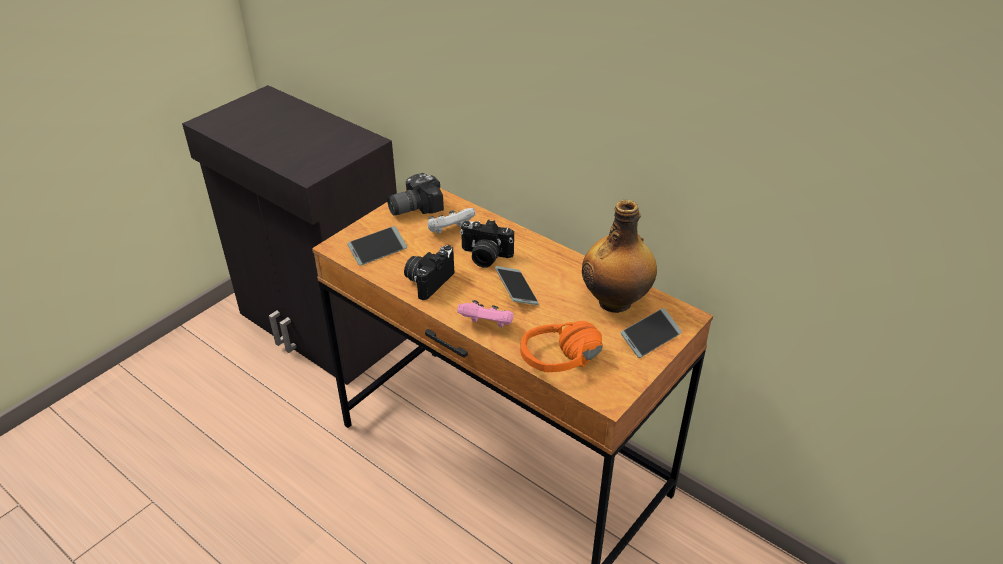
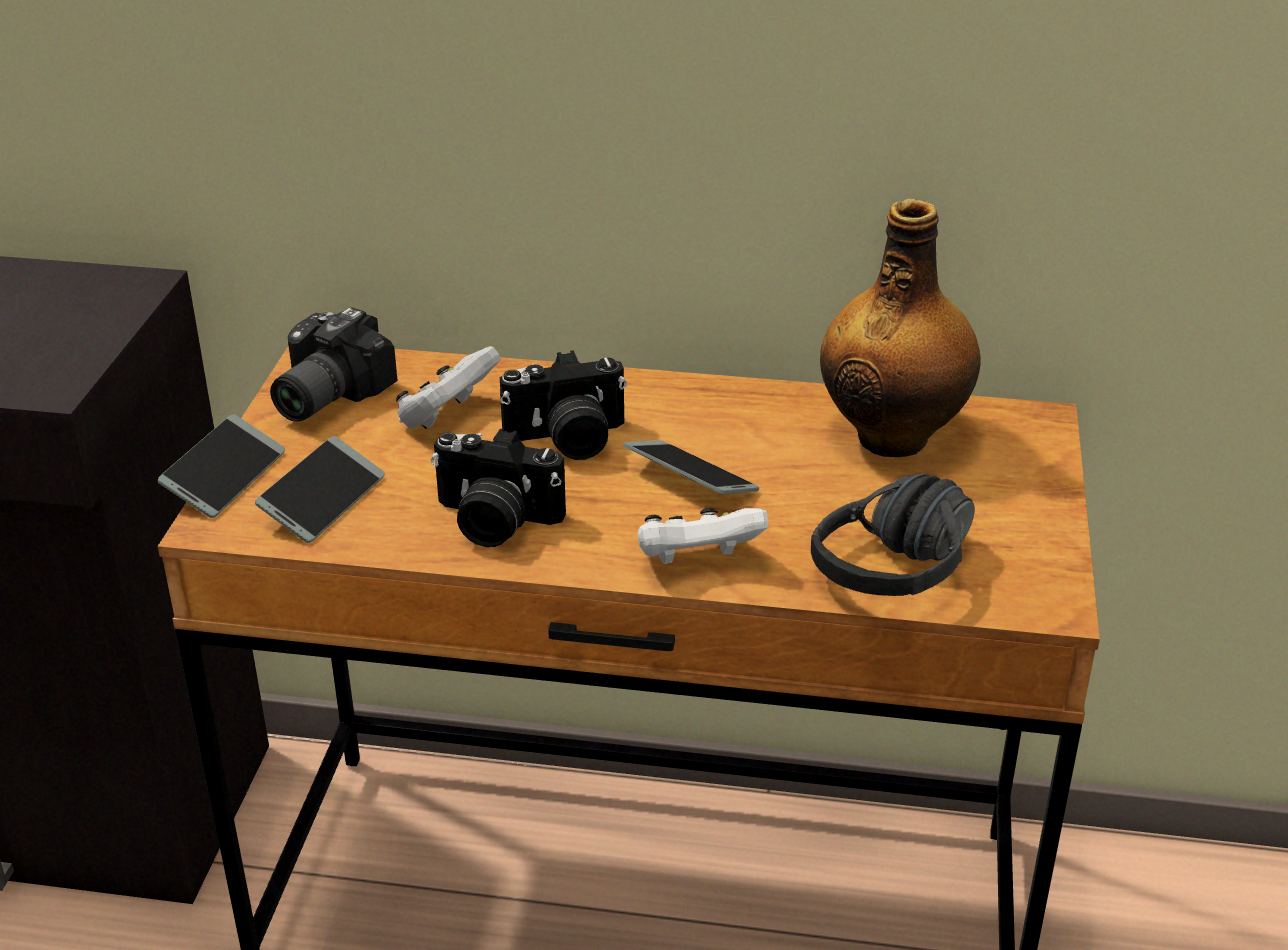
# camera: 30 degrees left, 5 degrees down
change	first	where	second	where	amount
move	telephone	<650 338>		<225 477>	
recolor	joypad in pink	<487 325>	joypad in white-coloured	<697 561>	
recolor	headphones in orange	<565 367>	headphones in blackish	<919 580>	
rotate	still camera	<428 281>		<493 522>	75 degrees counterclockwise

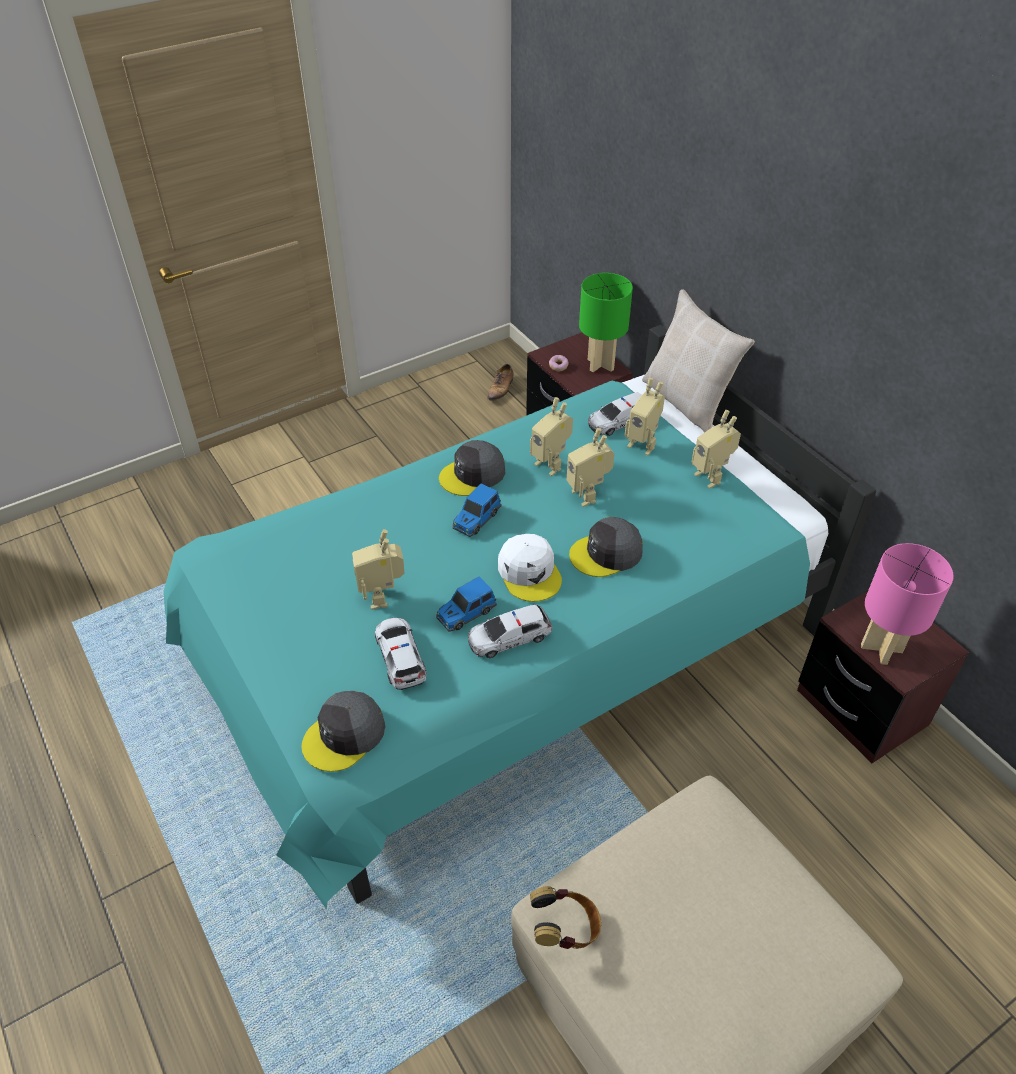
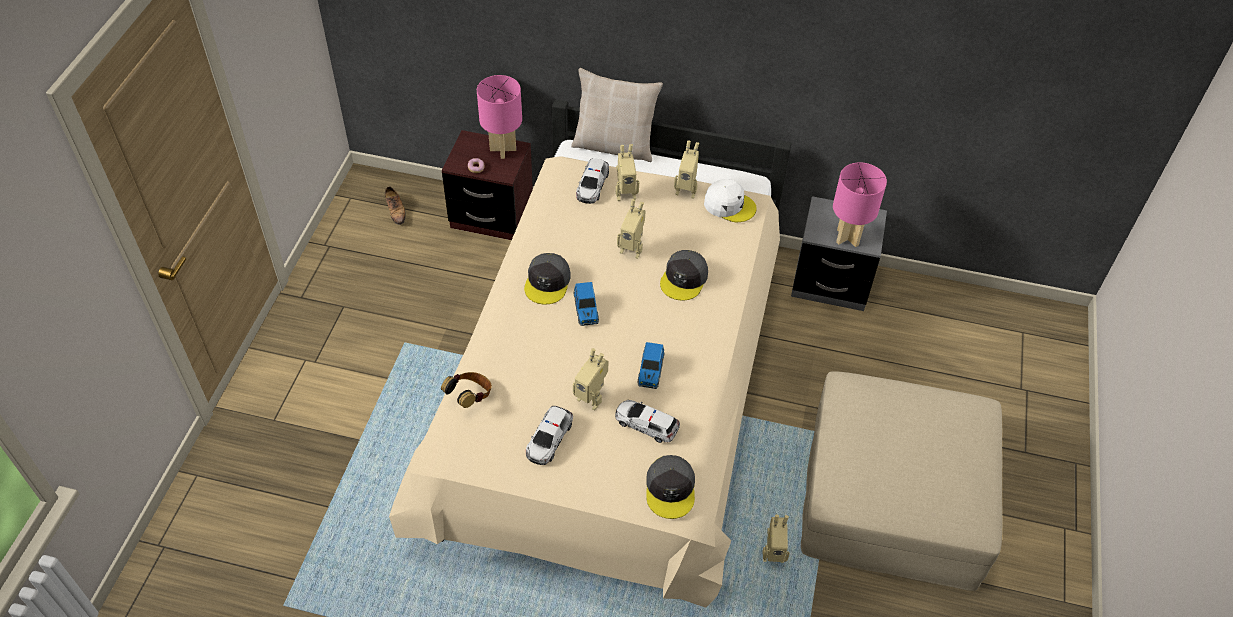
# camera: 45 degrees left, 5 degrees up
change	first	where	second	where	amount
move	model car	<509 637>		<549 439>	
move	baseball cap in white-coloured	<529 573>		<729 205>	
move	robot figure	<551 464>		<773 554>	
move	headphones	<565 928>		<470 397>	
recolor	bed in blue-green	<507 653>	bed in beige	<612 394>	
recolor	tabletop lamp in greenish	<599 364>	tabletop lamp in pink	<502 149>	
recolor	night table in brown-coloured	<861 708>	night table in grey	<830 283>	

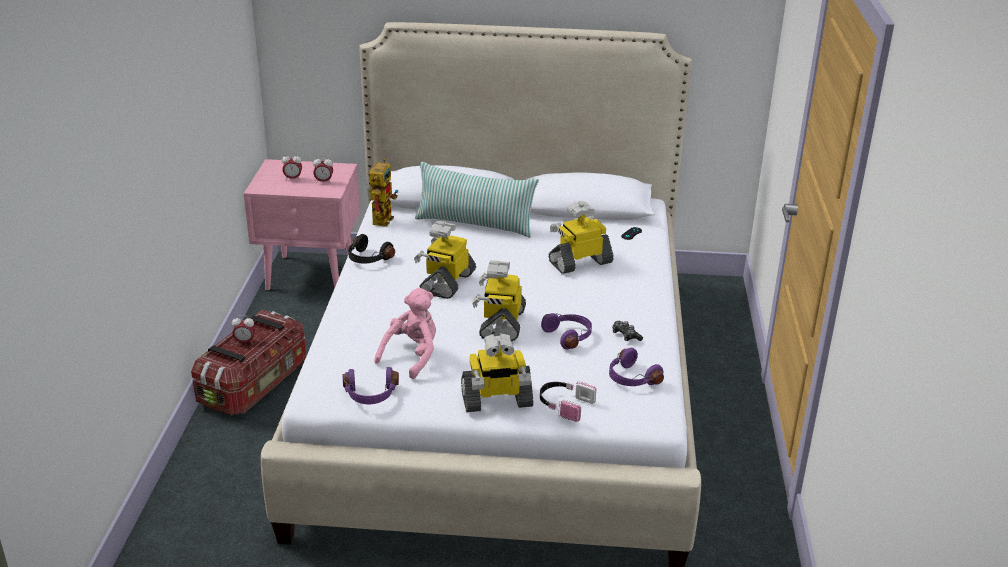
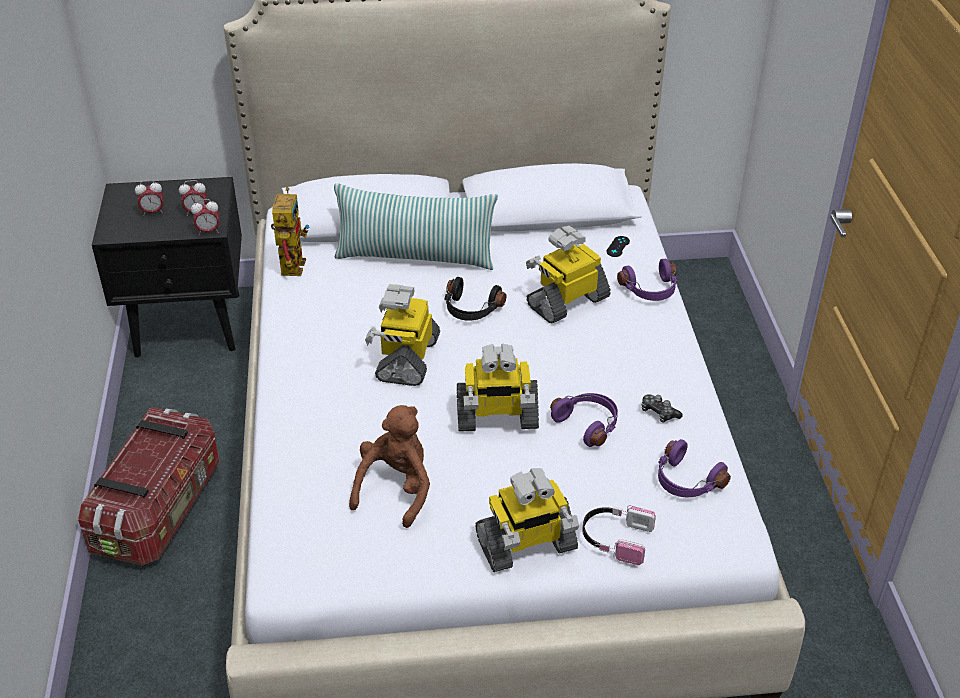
# camera: 10 degrees left, 10 degrees up
change	first	where	second	where	amount
move	bedside clock	<245 342>		<208 231>	
move	headphones in purple-coloured	<371 395>		<650 290>	
move	headphones in blackish	<368 259>		<471 310>	
recolor	night table in pink	<311 274>	night table in blackish	<190 325>	
recolor	plush toy in pink	<412 356>	plush toy in brown-coloured	<396 489>	
rotate	robot figure	<501 324>		<496 417>	90 degrees counterclockwise

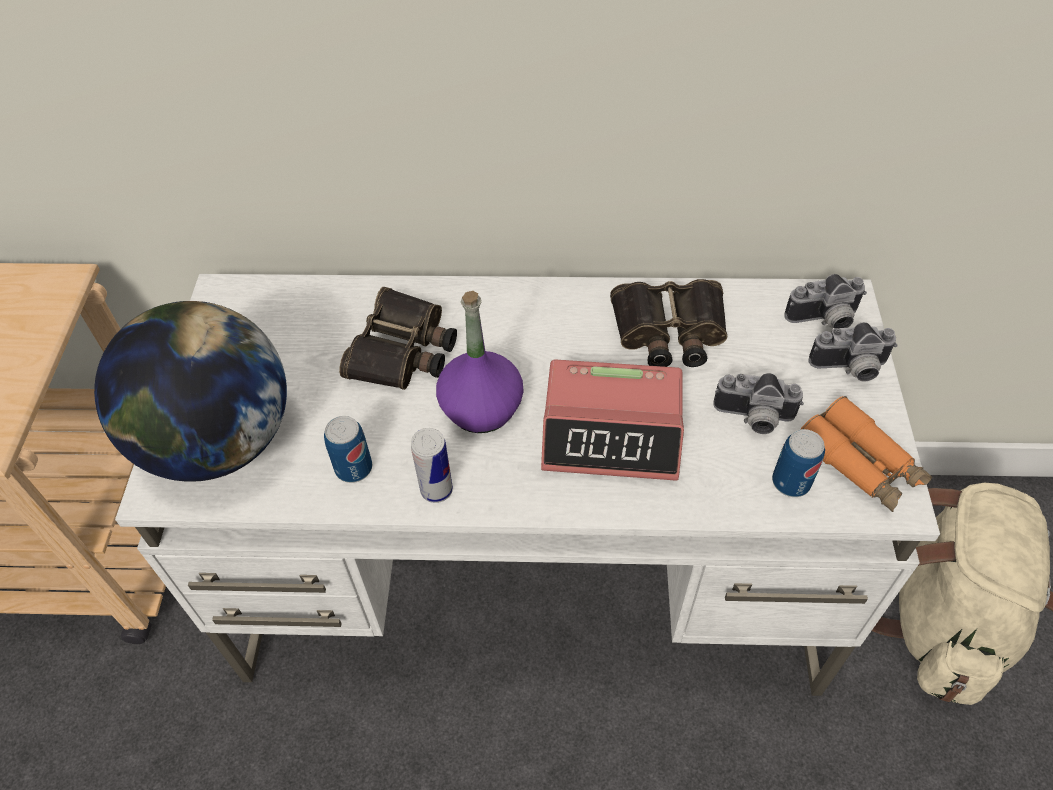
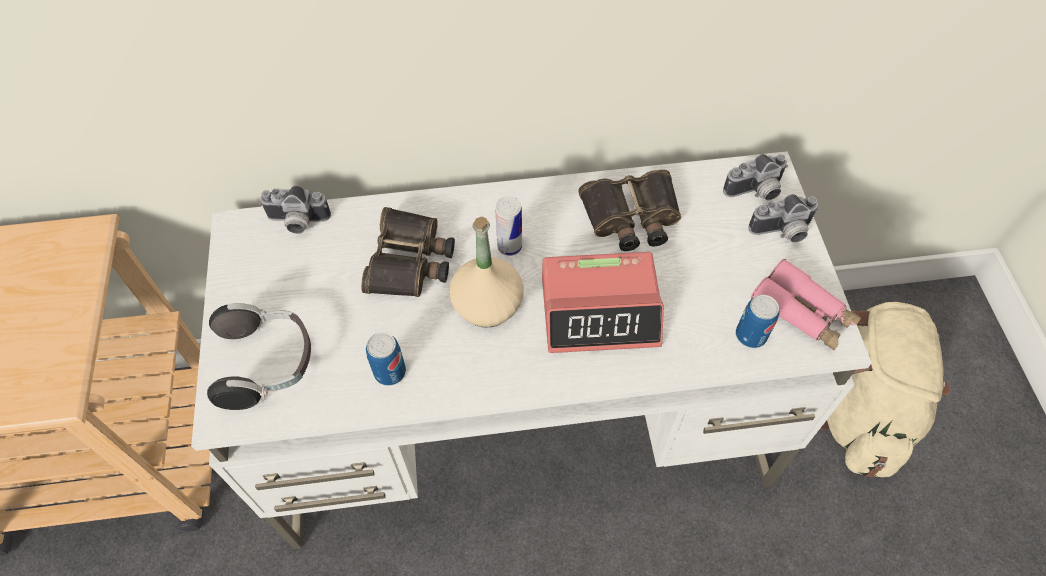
# camera: 10 degrees left, 5 degrees up
change	first	where	second	where	amount
move	can	<436 490>		<509 246>	
move	still camera	<753 419>		<297 223>	
replace	world globe	<219 442>	headphones	<267 364>	
recolor	drink bottle in purple-coloured	<481 408>	drink bottle in beige	<487 304>	
recolor	pair of binoculars in orange	<860 464>	pair of binoculars in pink	<802 312>	

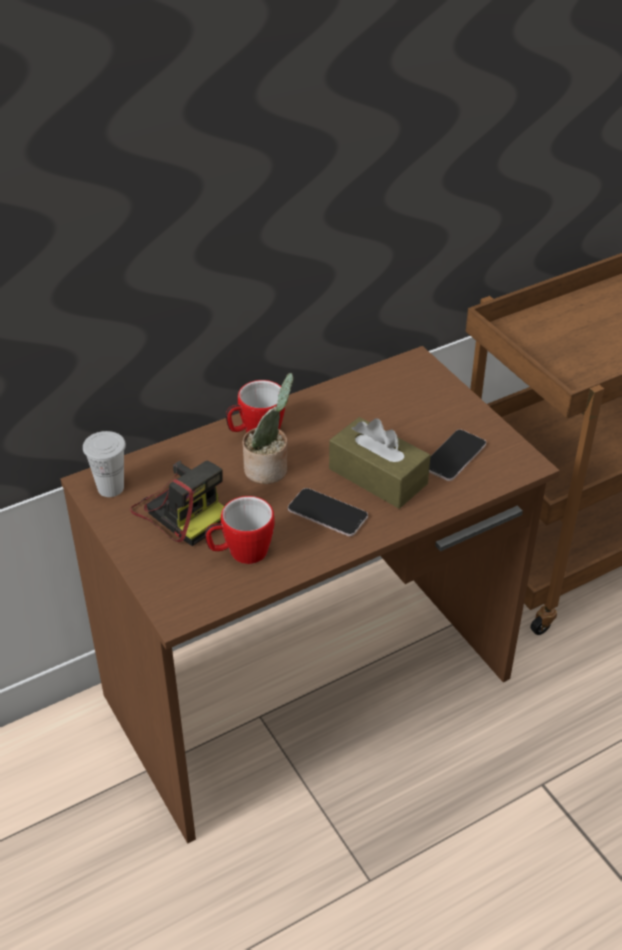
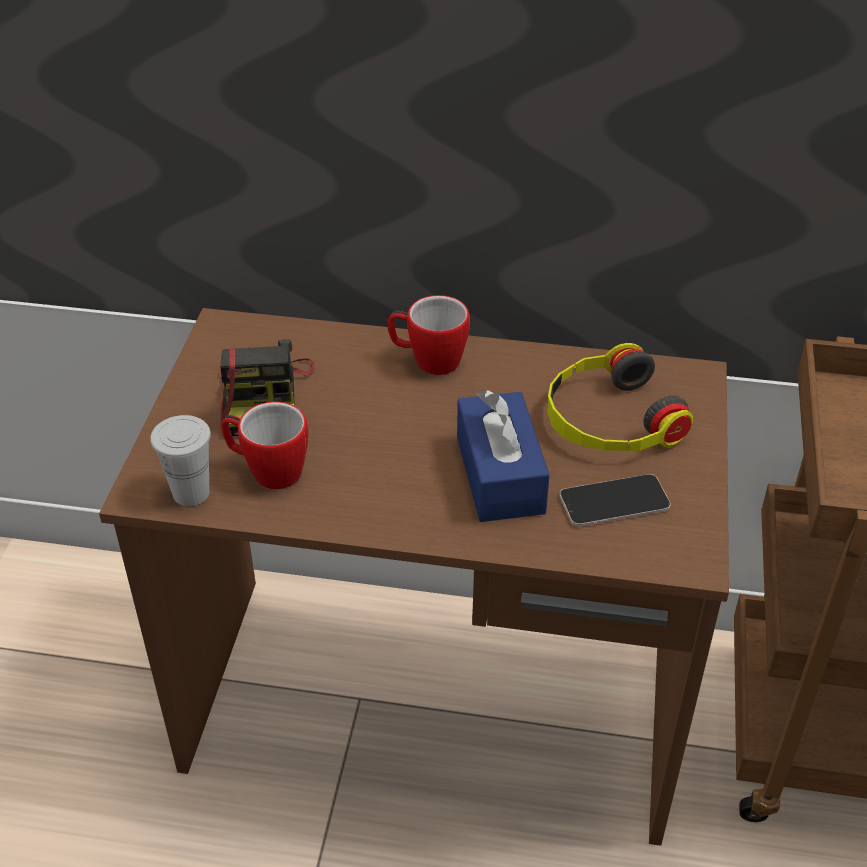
# camera: 40 degrees right, 0 degrees up
change	first	where	second	where	amount
delete	houseplant	<269 469>			
delete	telephone	<327 513>			
insert			headphones	<610 419>	
move	small cup in white-coloured	<110 488>		<191 493>	
recolor	box of tissues in brown-coloured	<378 476>	box of tissues in blue	<500 474>	

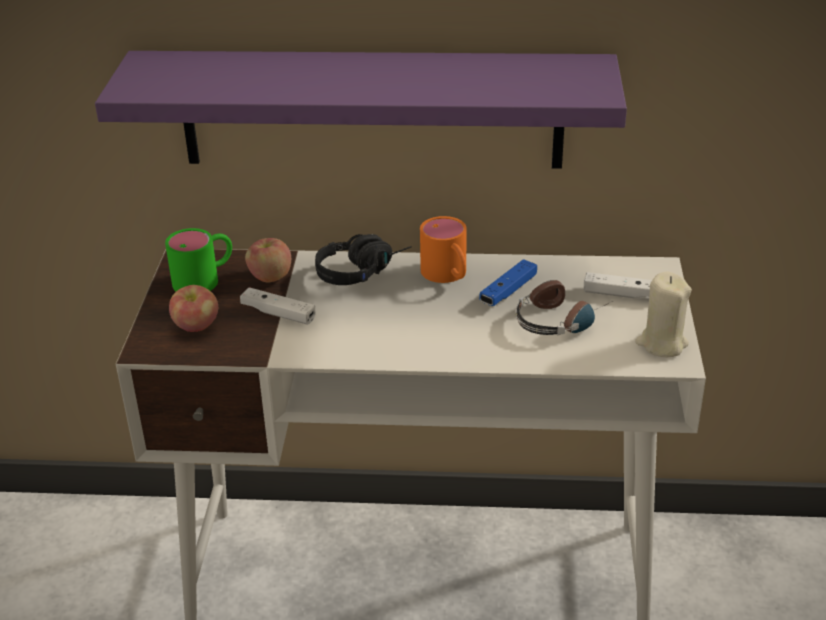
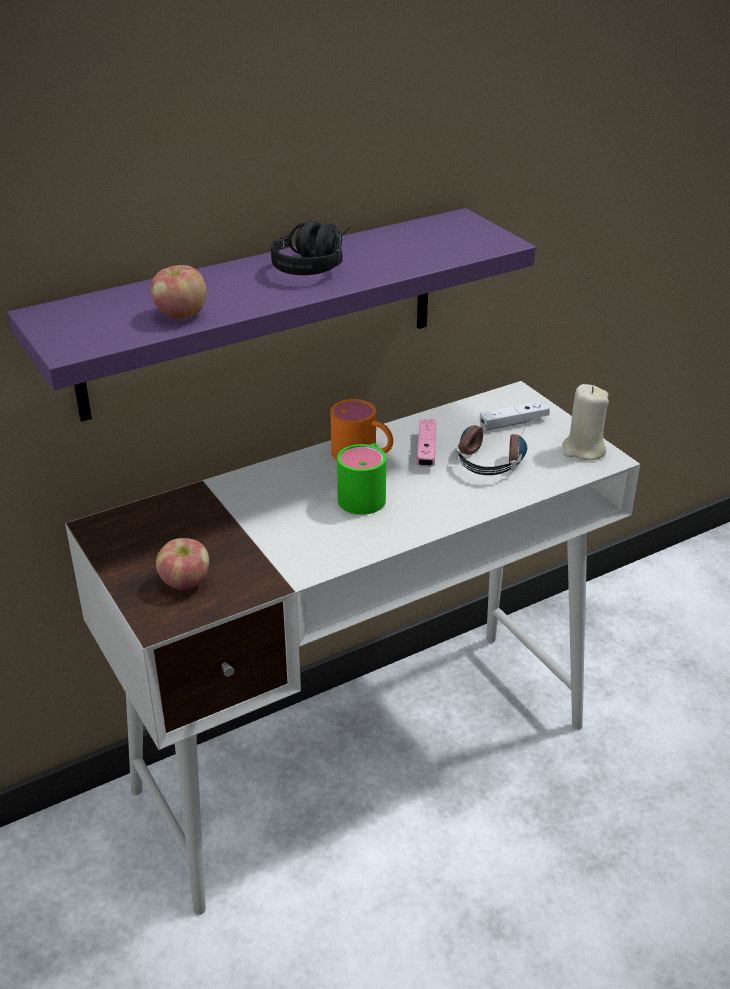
# camera: 35 degrees left, 0 degrees up
change	first	where	second	where	amount
delete	joypad in white-coloured	<278 313>			
move	mug in greenish	<205 278>		<365 494>	
move	apple	<270 277>		<181 315>	
move	headphones in blackish	<363 270>		<315 263>	
recolor	joypad in blue	<508 291>	joypad in pink	<426 451>	

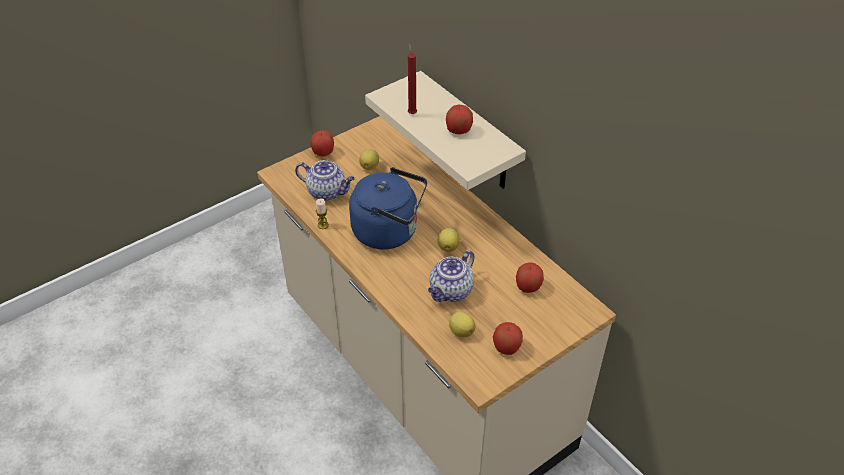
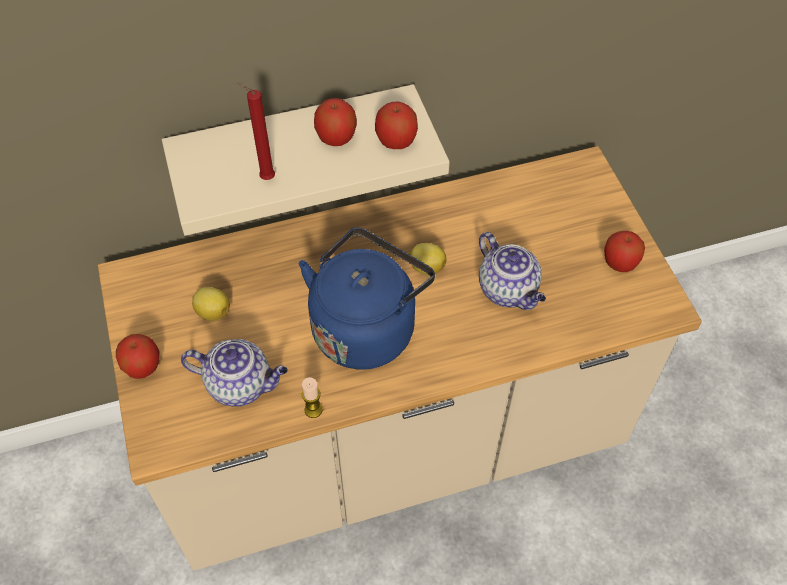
# camera: 70 degrees left, 10 degrees up
change	first	where	second	where	amount
delete	citrus fruit	<461 331>			
move	apple	<528 287>		<396 141>	
rotate	tea pot	<327 192>		<241 384>	60 degrees clockwise

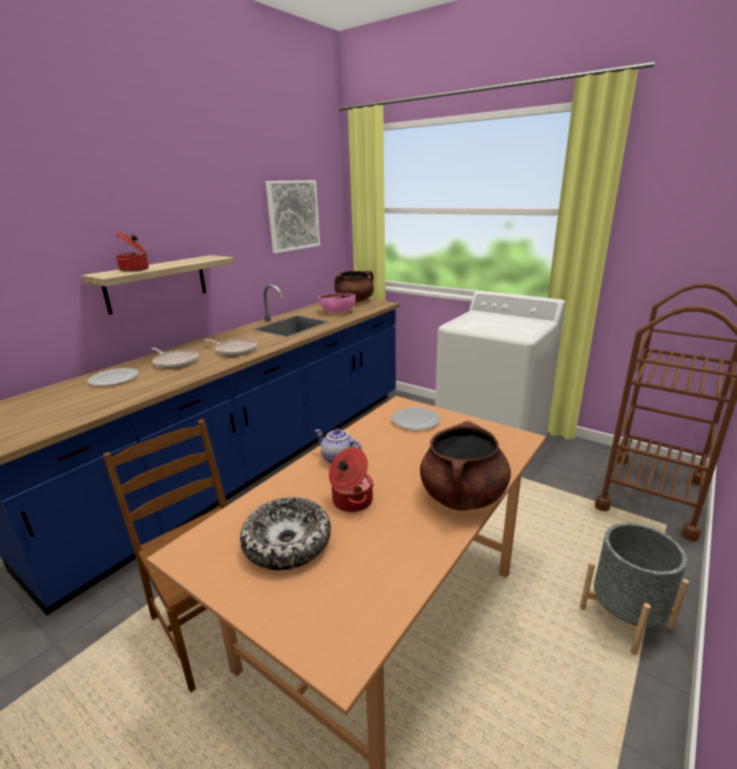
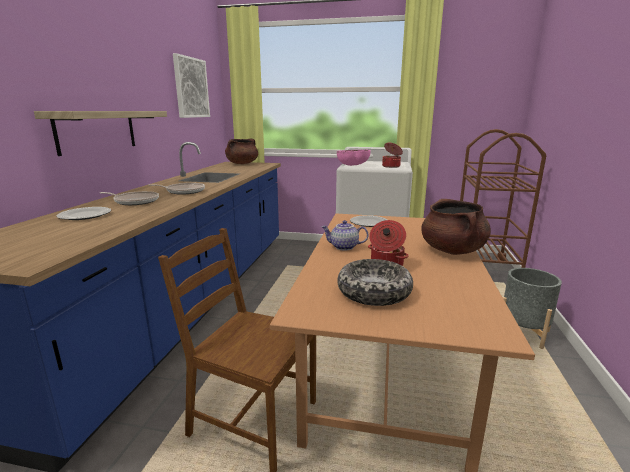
# camera: 25 degrees left, 5 degrees down
change	first	where	second	where	amount
move	saucepot	<135 269>		<391 166>	
move	deep dish in pink	<337 312>		<353 165>	

